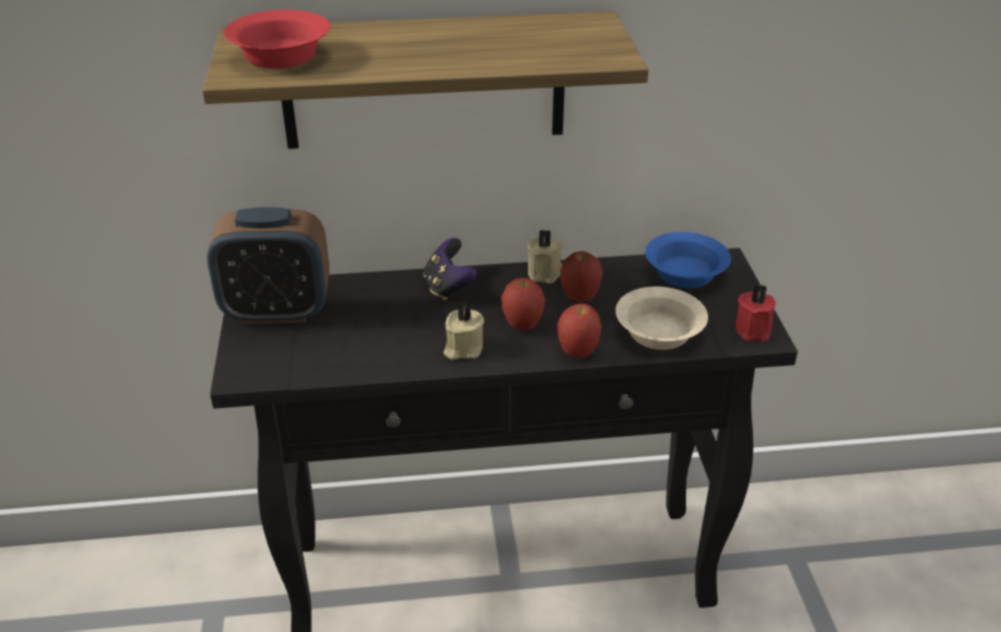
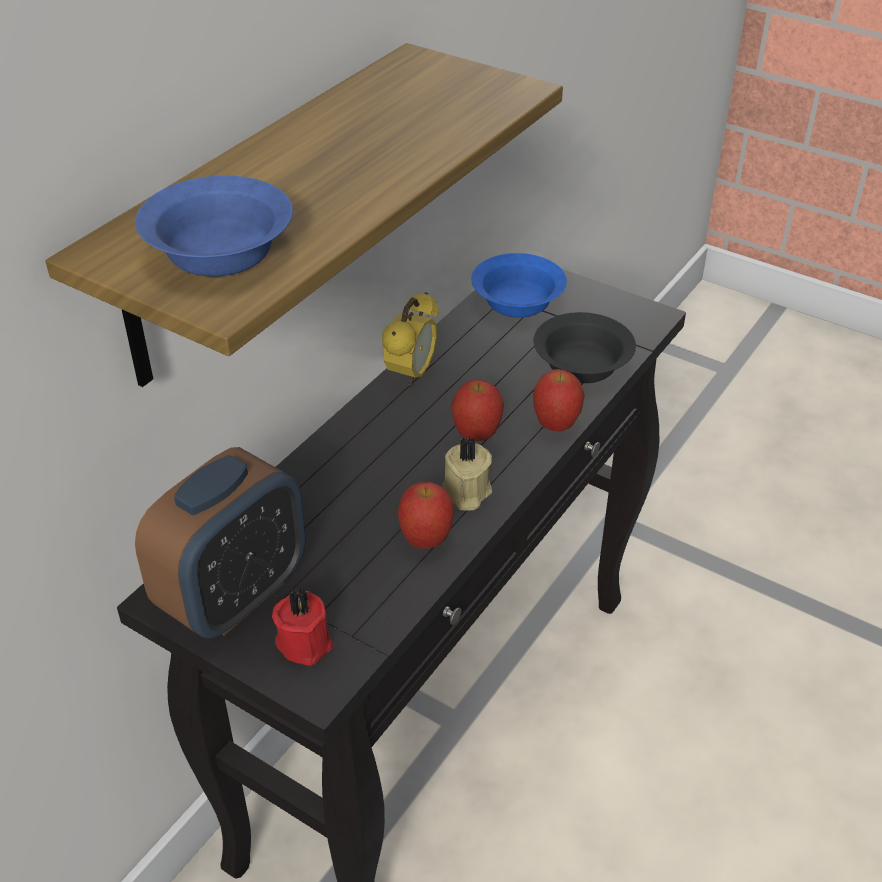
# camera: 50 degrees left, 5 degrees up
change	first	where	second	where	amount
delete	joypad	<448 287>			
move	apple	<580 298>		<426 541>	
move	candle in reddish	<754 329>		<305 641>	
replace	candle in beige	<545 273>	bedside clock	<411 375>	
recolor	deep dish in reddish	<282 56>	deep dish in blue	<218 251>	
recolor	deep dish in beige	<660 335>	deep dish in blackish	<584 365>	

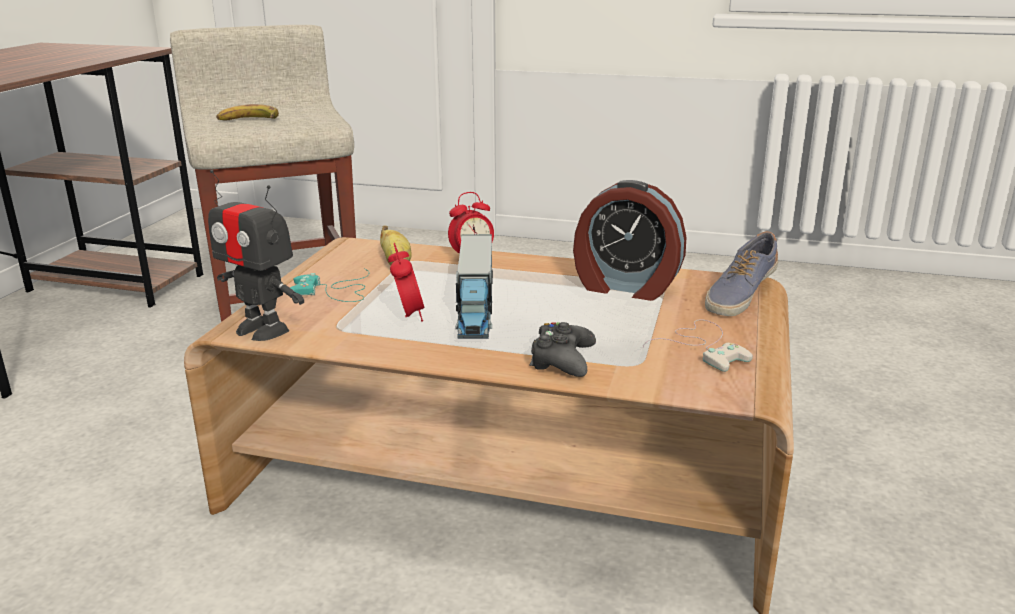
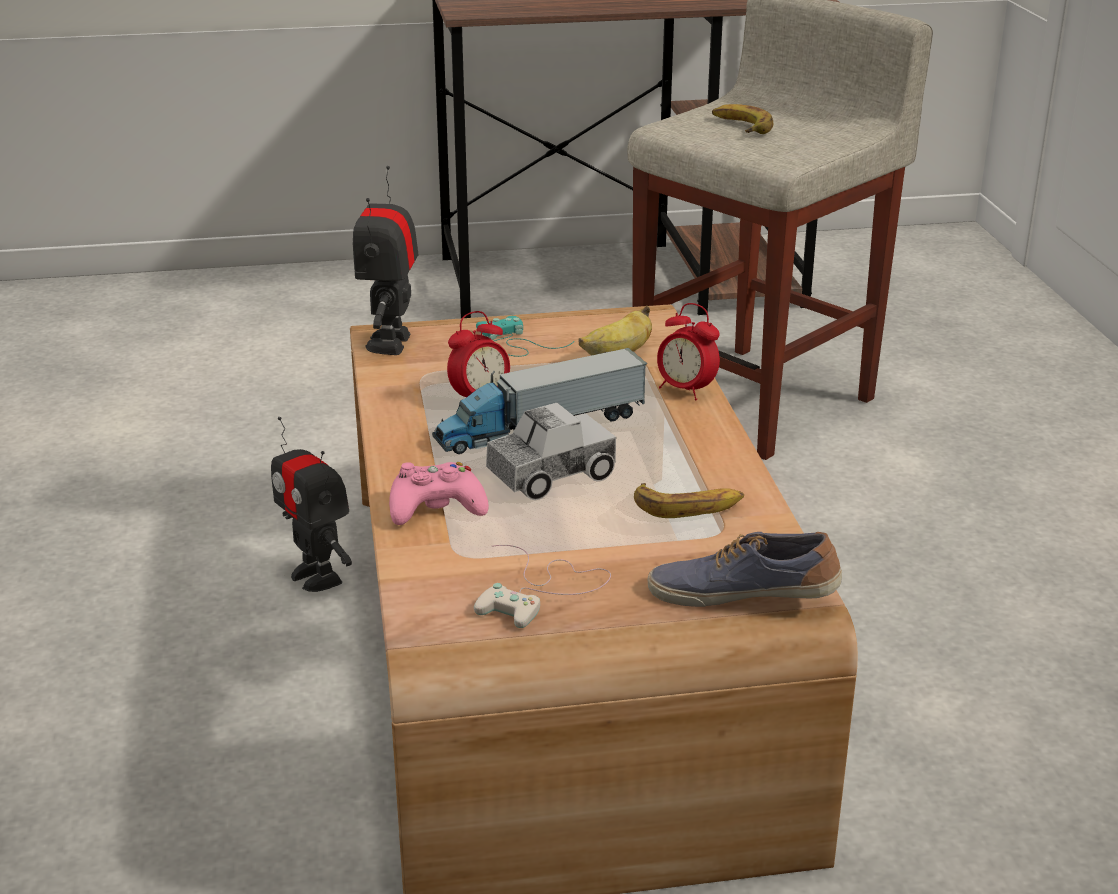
# camera: 65 degrees right, 5 degrees up
change	first	where	second	where	amount
insert			robot figure	<317 576>	
insert			toy truck	<550 475>	
replace	bedside clock	<625 287>	whole banana	<688 507>	
recolor	joypad in blackish	<562 360>	joypad in pink	<436 507>	

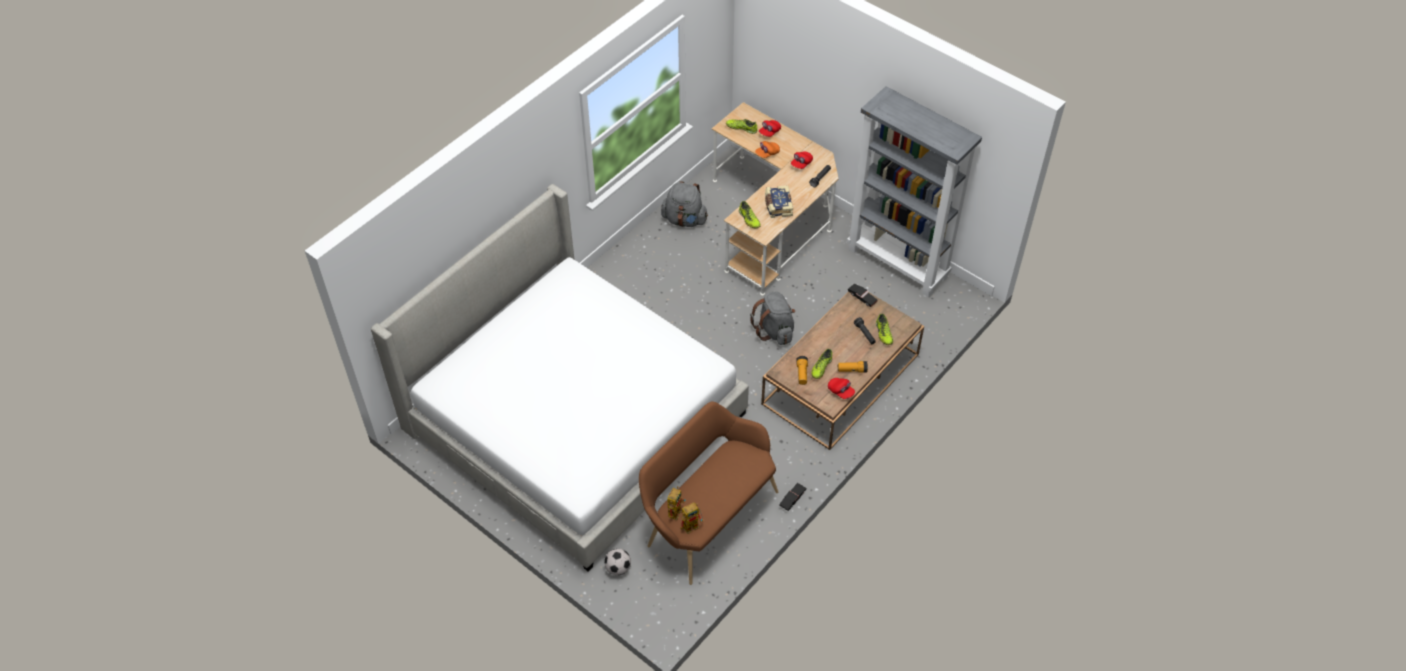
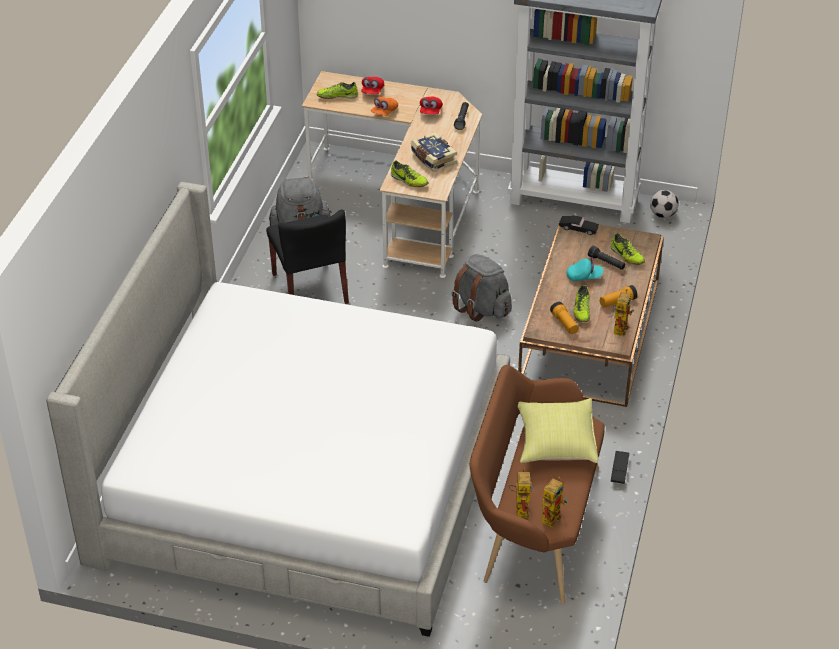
# camera: 25 degrees left, 10 degrees down
change	first	where	second	where	amount
insert			chair in blackish	<310 289>	
insert			throw pillow in yellow	<555 442>	
insert			baseball cap in blue-green	<584 277>	
move	football	<618 568>		<662 215>	
replace	baseball cap in reddish	<840 391>	robot figure	<620 327>	

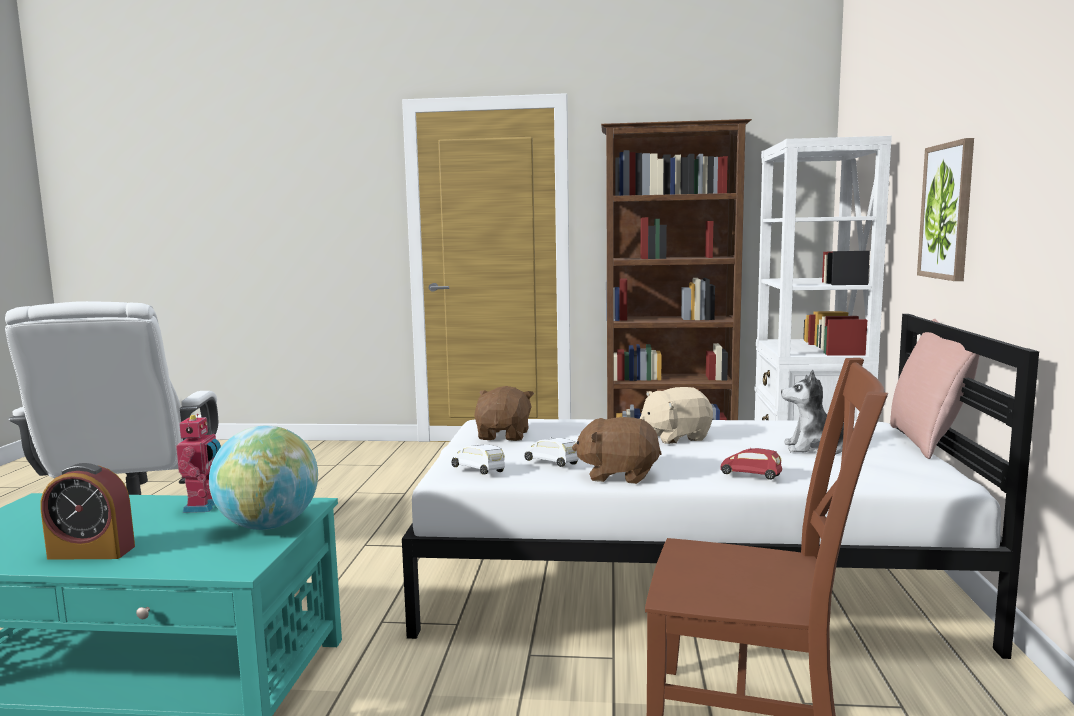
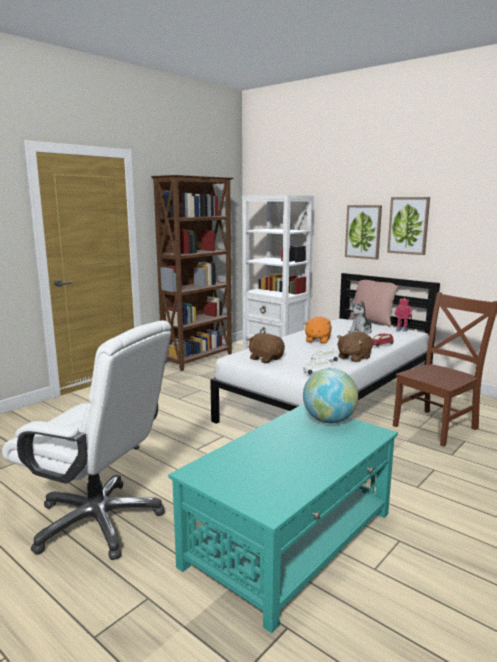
# camera: 55 degrees left, 5 degrees up
change	first	where	second	where	amount
delete	bedside clock	<91 552>			
insert			wall picture	<408 225>	
move	robot figure	<204 507>		<402 329>	
recolor	plush toy in beige	<675 437>	plush toy in orange	<317 340>	

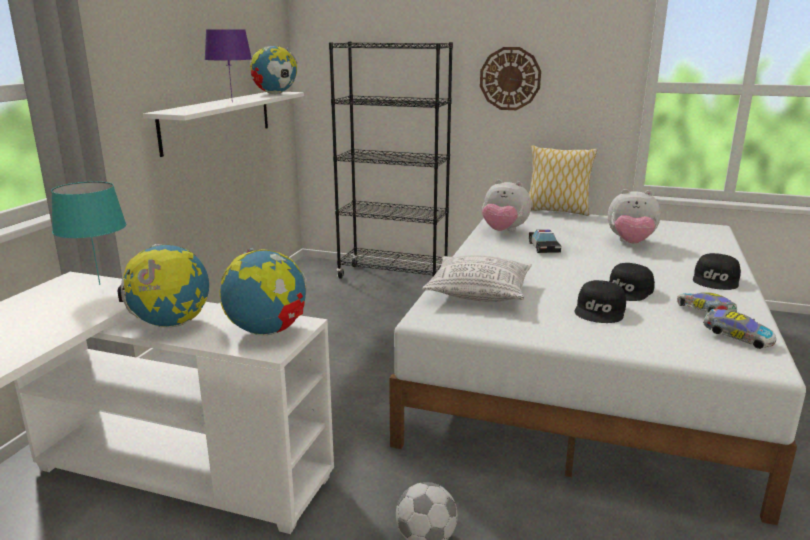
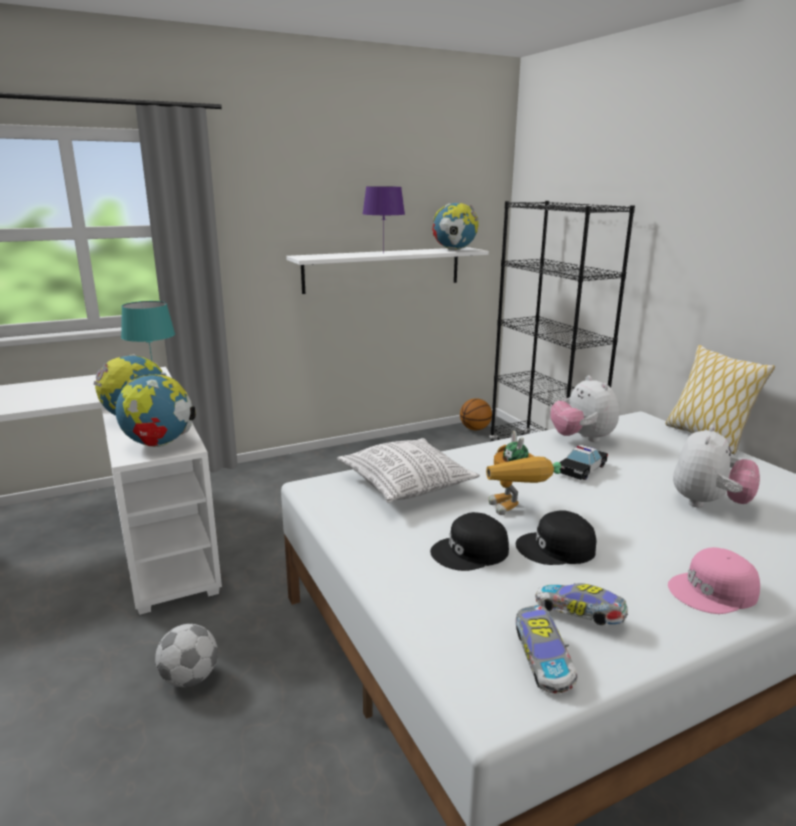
# camera: 45 degrees right, 0 degrees up
change	first	where	second	where	amount
delete	clock on the wall	<510 78>			
insert			ball for basketball	<475 429>	
insert			robot figure	<514 513>	
recolor	baseball cap in blackish	<716 280>	baseball cap in pink	<713 591>	
rotate	plush toy	<630 243>		<708 503>	120 degrees counterclockwise
rotate	model car	<705 314>		<580 616>	75 degrees counterclockwise

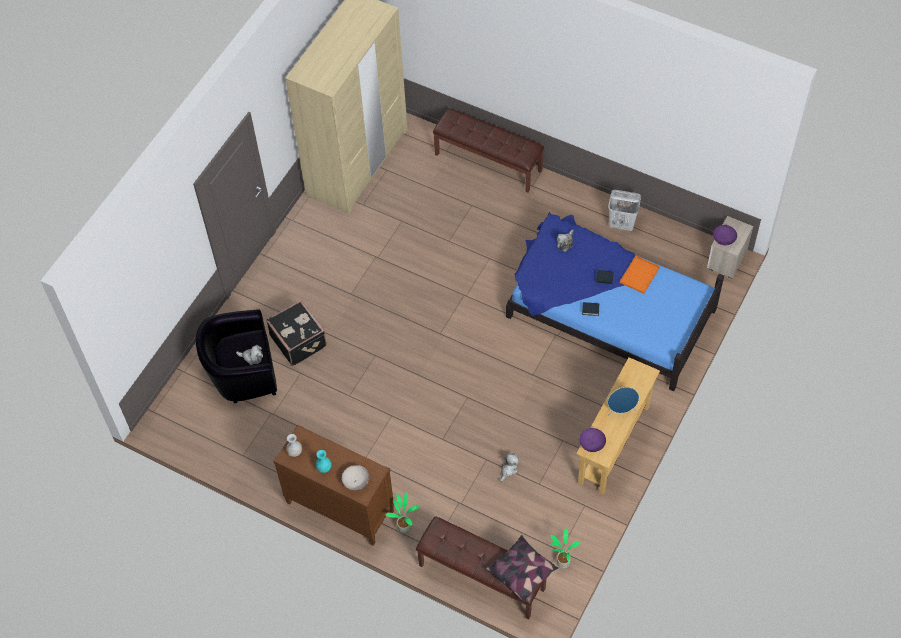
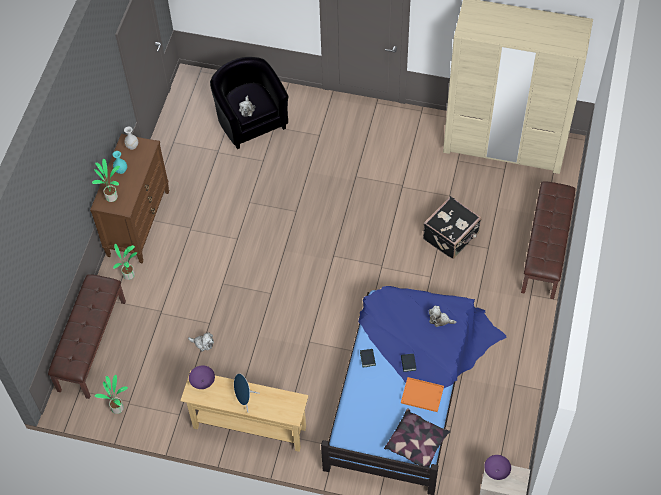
# camera: 75 degrees right, 0 degrees up
change	first	where	second	where	amount
delete	washing basket in white-coloured	<622 224>			
move	travel case in blackish	<299 340>		<451 236>	
move	throw pillow	<522 571>		<417 443>	
replace	deep dish in white-coloured	<356 482>	houseplant	<111 196>	

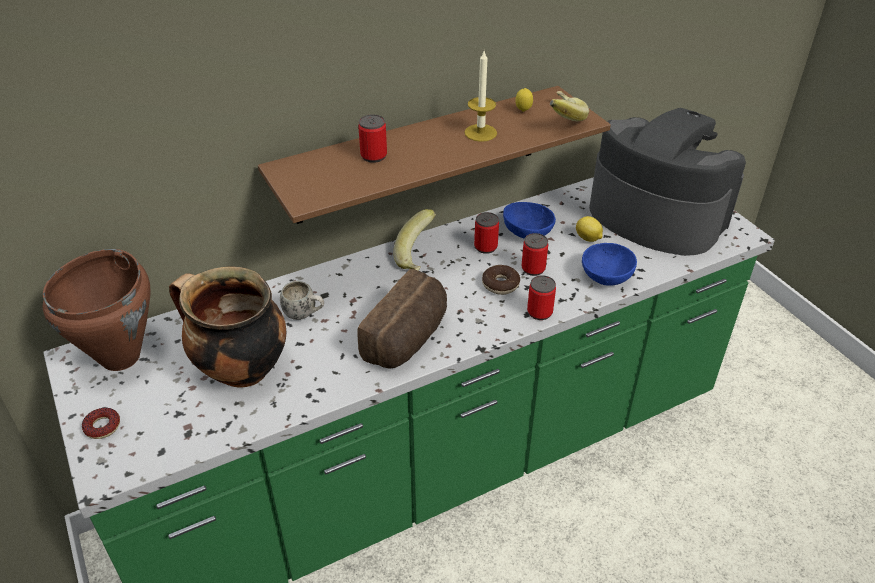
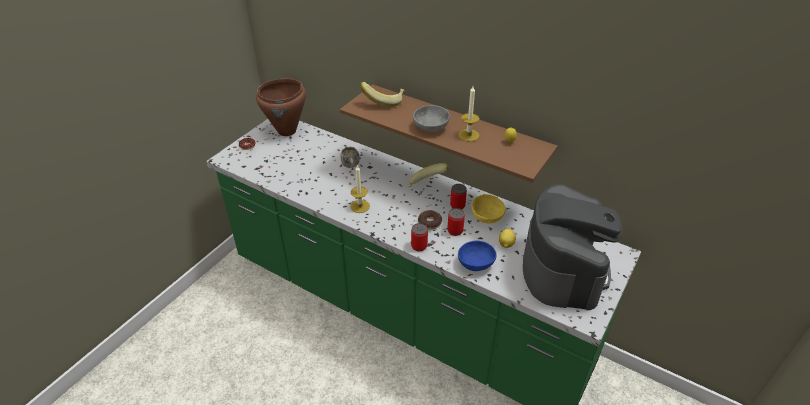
# camera: 60 degrees right, 0 degrees up
change	first	where	second	where	amount
delete	saucepot	<240 370>			
delete	can	<373 156>			
insert			deep dish in grey	<430 128>	
move	whole banana	<561 119>		<384 101>	
replace	baked bread	<409 339>	candle	<360 206>	
recolor	deep dish in blue	<527 231>	deep dish in yellow	<487 217>	

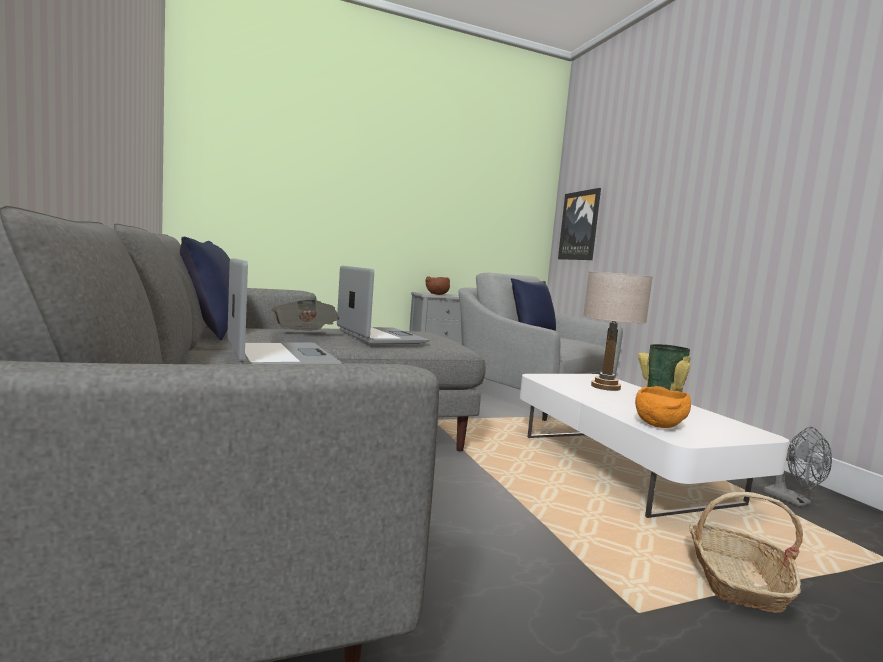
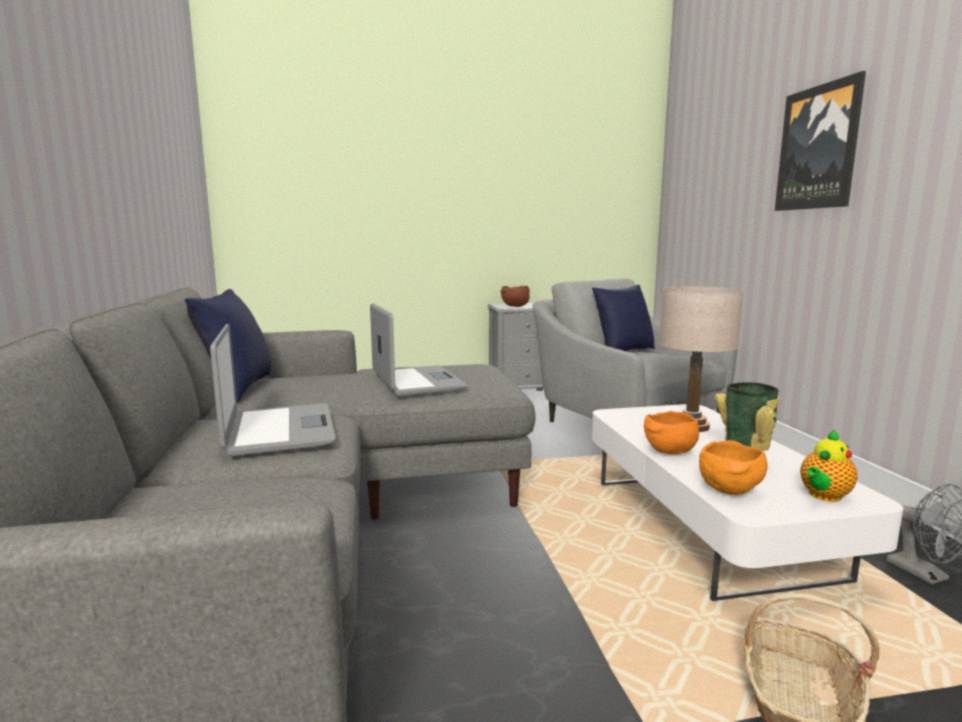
# camera: 10 degrees right, 5 degrees up
change	first	where	second	where	amount
delete	newspaper	<305 335>			
insert			deep dish in orange	<669 452>	
insert			tea pot	<823 496>	
move	wall picture	<579 225>		<818 148>	

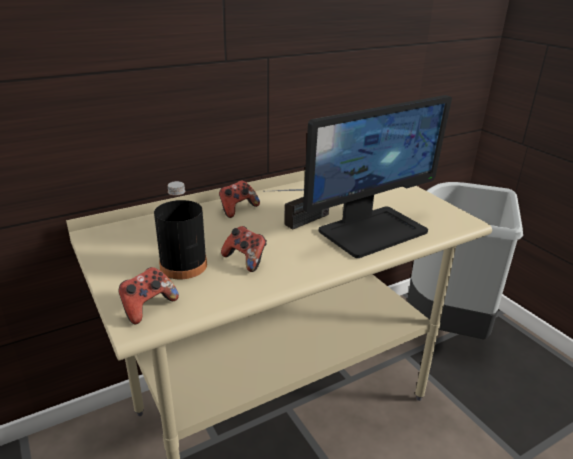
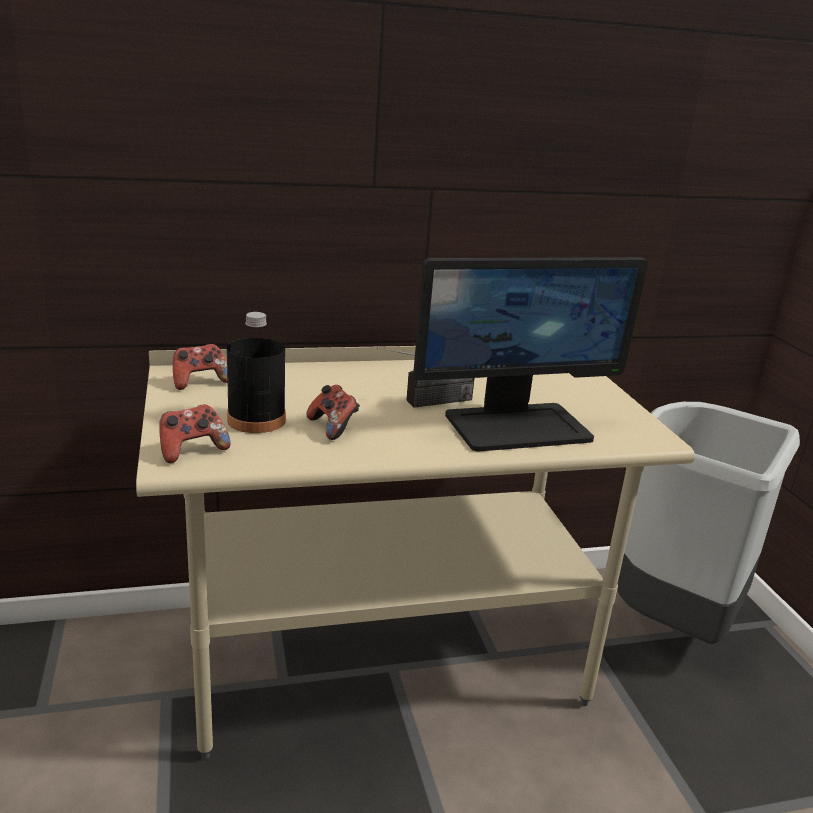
# camera: 15 degrees right, 5 degrees down
change	first	where	second	where	amount
move	joypad	<237 209>		<200 382>	

